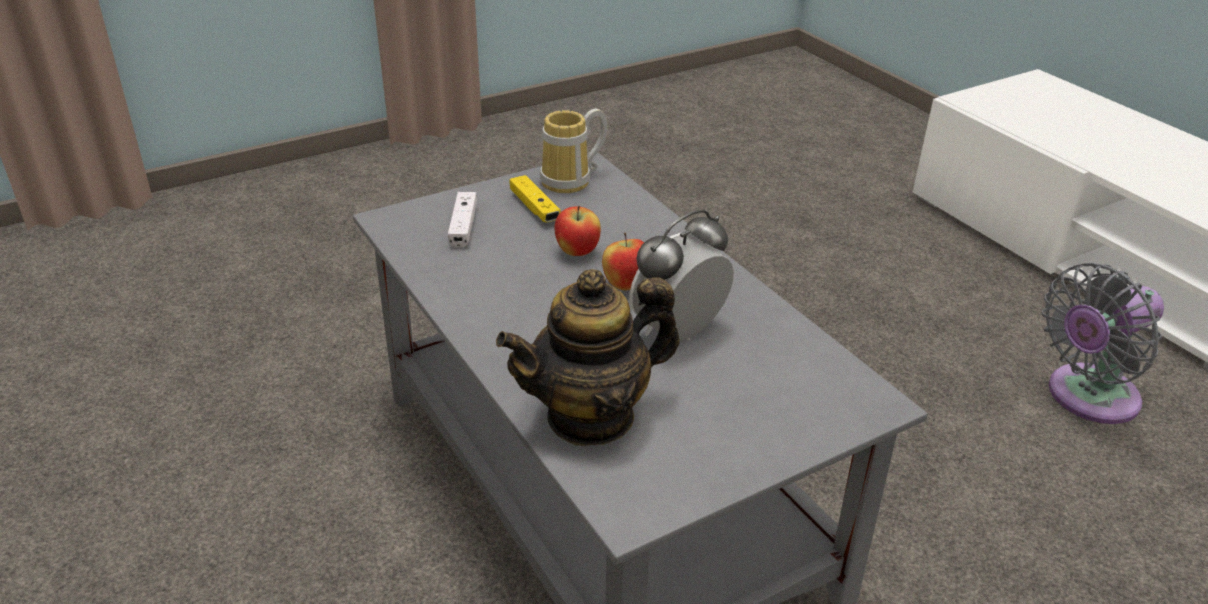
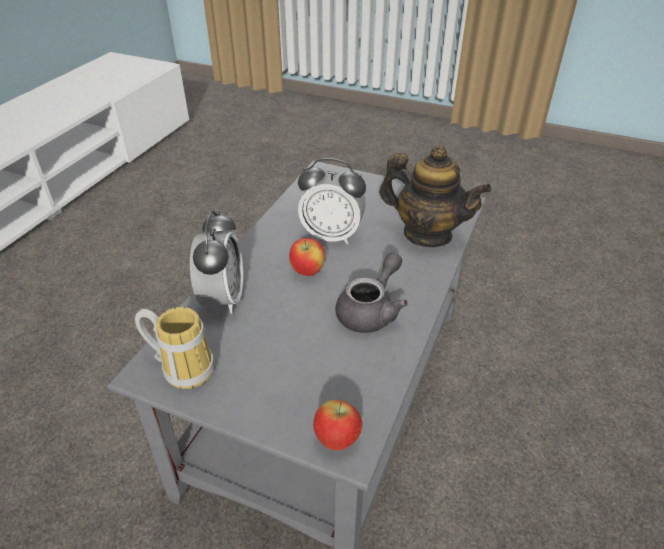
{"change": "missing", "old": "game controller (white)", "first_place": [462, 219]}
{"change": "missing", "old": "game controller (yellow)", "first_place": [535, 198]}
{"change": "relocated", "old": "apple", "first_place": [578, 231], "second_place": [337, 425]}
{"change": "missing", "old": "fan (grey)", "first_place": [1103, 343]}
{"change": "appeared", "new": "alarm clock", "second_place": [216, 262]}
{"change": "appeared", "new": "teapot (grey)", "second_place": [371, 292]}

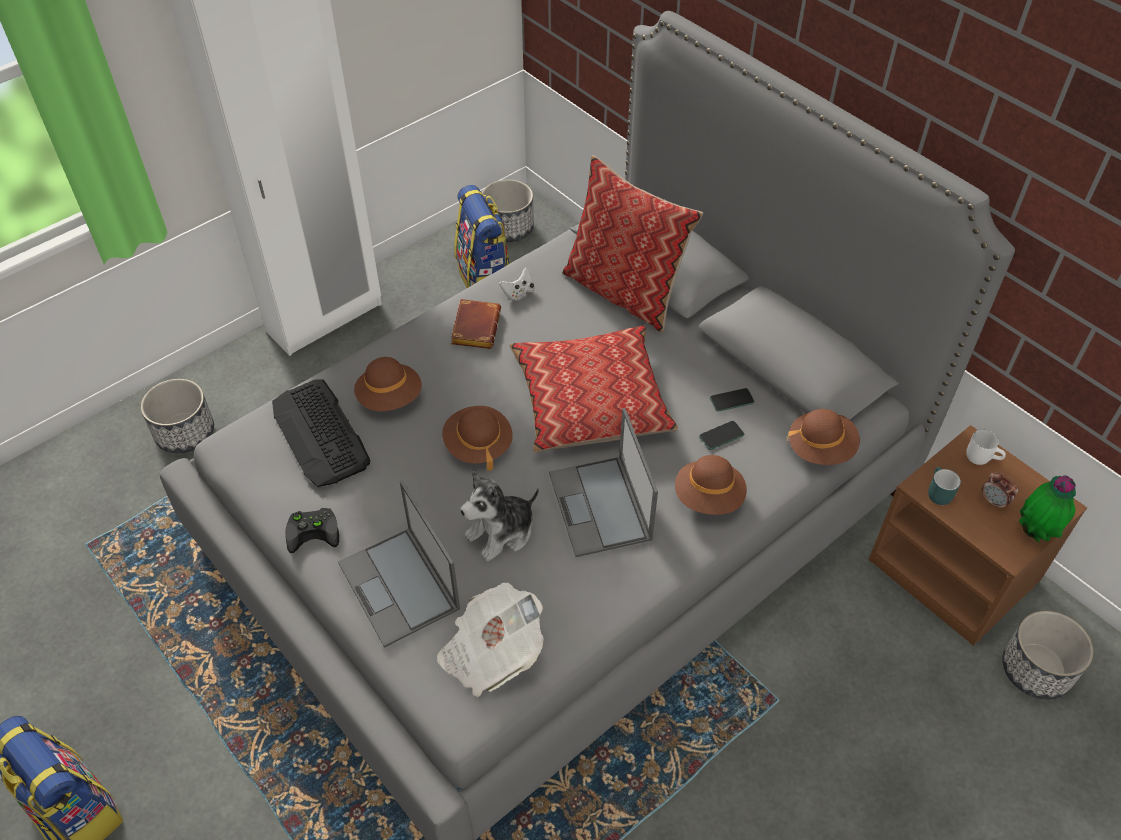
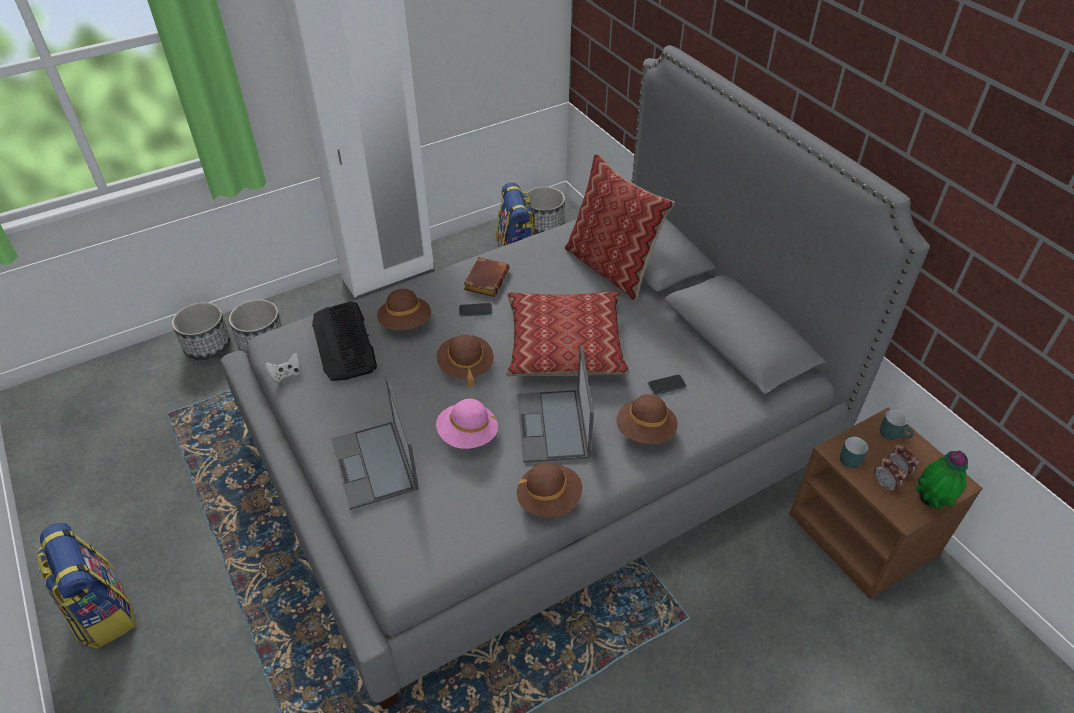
{"change": "missing", "old": "game controller (black)", "first_place": [312, 530]}
{"change": "missing", "old": "newspaper", "first_place": [490, 640]}
{"change": "exchanged", "old": "plush toy", "new": "hat (pink)", "first_place": [499, 516], "second_place": [467, 424]}
{"change": "relocated", "old": "game controller (white)", "first_place": [516, 284], "second_place": [283, 367]}
{"change": "relocated", "old": "phone", "first_place": [732, 400], "second_place": [475, 310]}
{"change": "relocated", "old": "hat (brown)", "first_place": [823, 437], "second_place": [549, 490]}
{"change": "colour", "old": "mug (white)", "new": "mug (turquoise)", "first_place": [986, 447], "second_place": [897, 424]}
{"change": "relocated", "old": "planter", "first_place": [1048, 655], "second_place": [201, 331]}
{"change": "appeared", "new": "alarm clock", "second_place": [890, 475]}

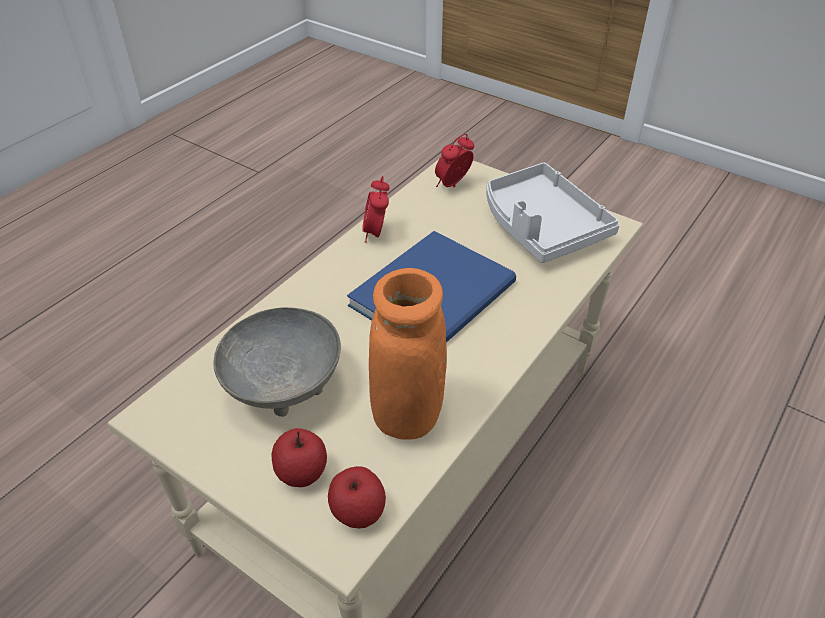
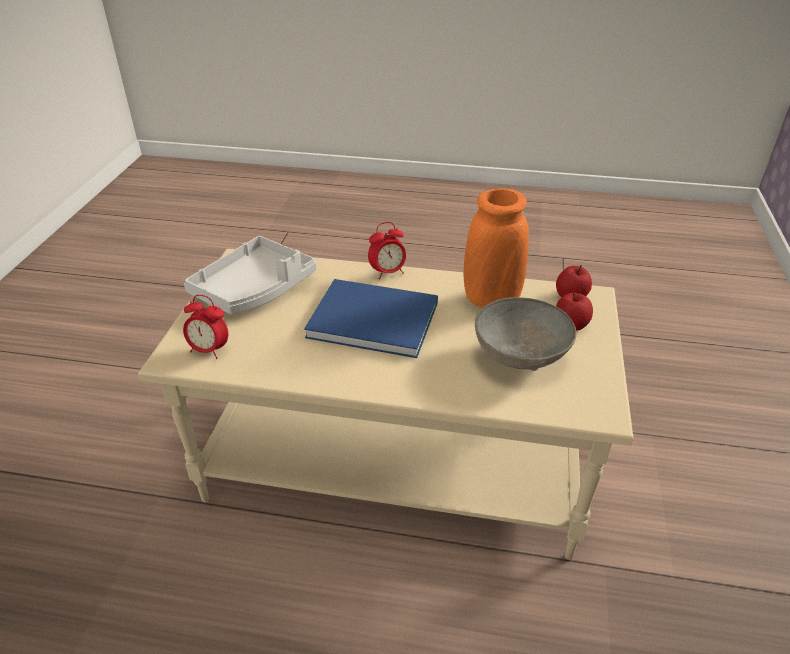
{"change": "relocated", "old": "alarm clock", "first_place": [375, 209], "second_place": [387, 251]}

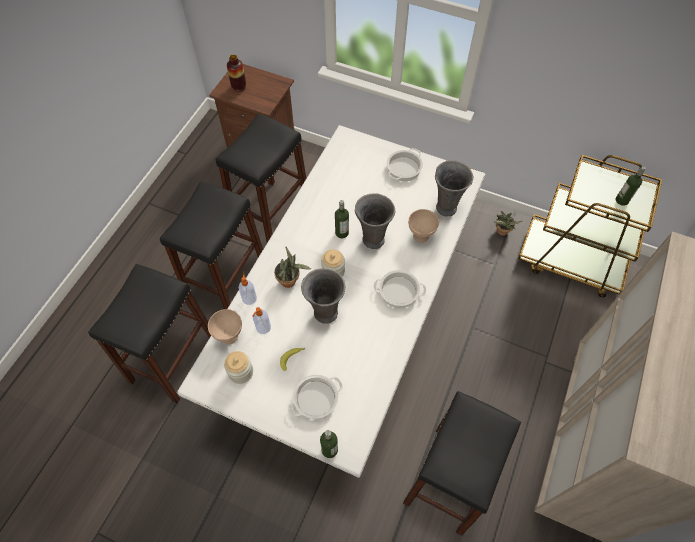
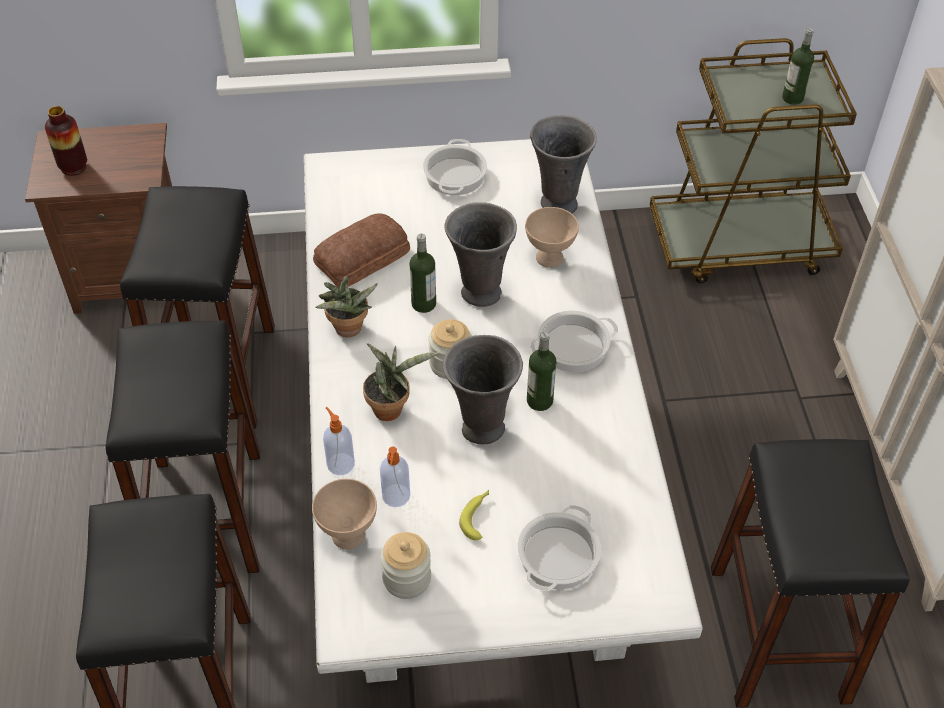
{"change": "relocated", "old": "bottle", "first_place": [329, 444], "second_place": [542, 371]}
{"change": "relocated", "old": "potted plant", "first_place": [507, 223], "second_place": [346, 306]}
{"change": "appeared", "new": "bread", "second_place": [361, 250]}

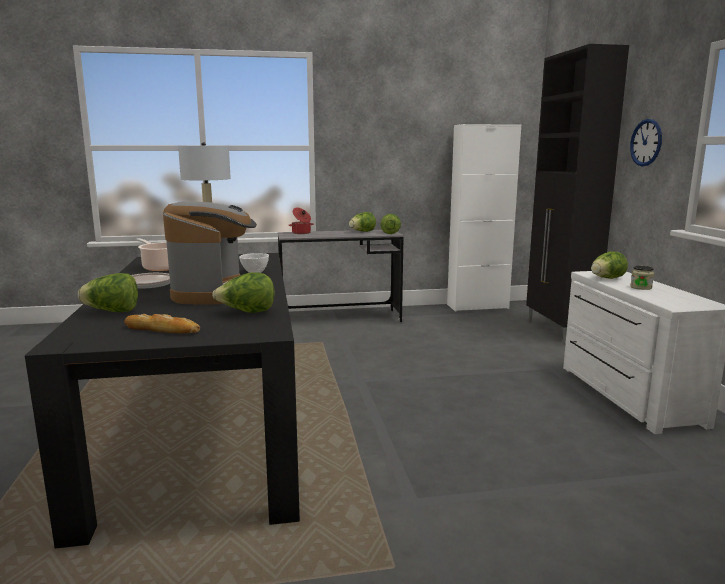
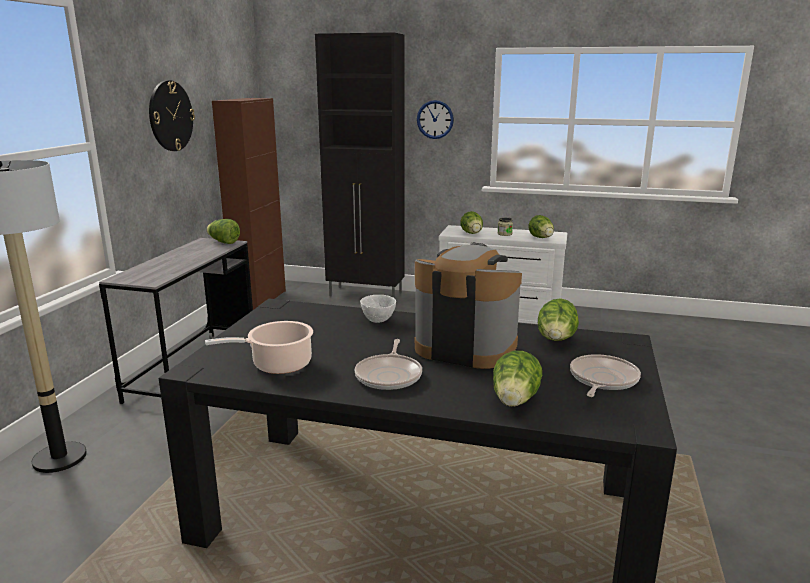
{"change": "exchanged", "old": "bread", "new": "frying pan", "first_place": [162, 324], "second_place": [605, 375]}
{"change": "missing", "old": "cooking pot", "first_place": [301, 221]}
{"change": "relocated", "old": "lettuce", "first_place": [362, 222], "second_place": [541, 226]}
{"change": "colour", "old": "cabinet (white)", "new": "cabinet (brown)", "first_place": [484, 218], "second_place": [249, 204]}
{"change": "appeared", "new": "wall clock", "second_place": [172, 115]}

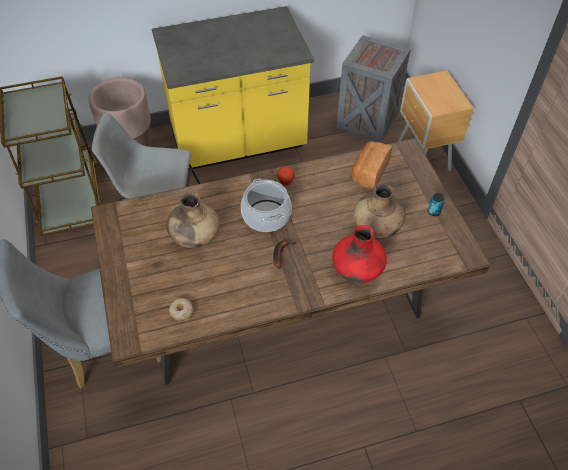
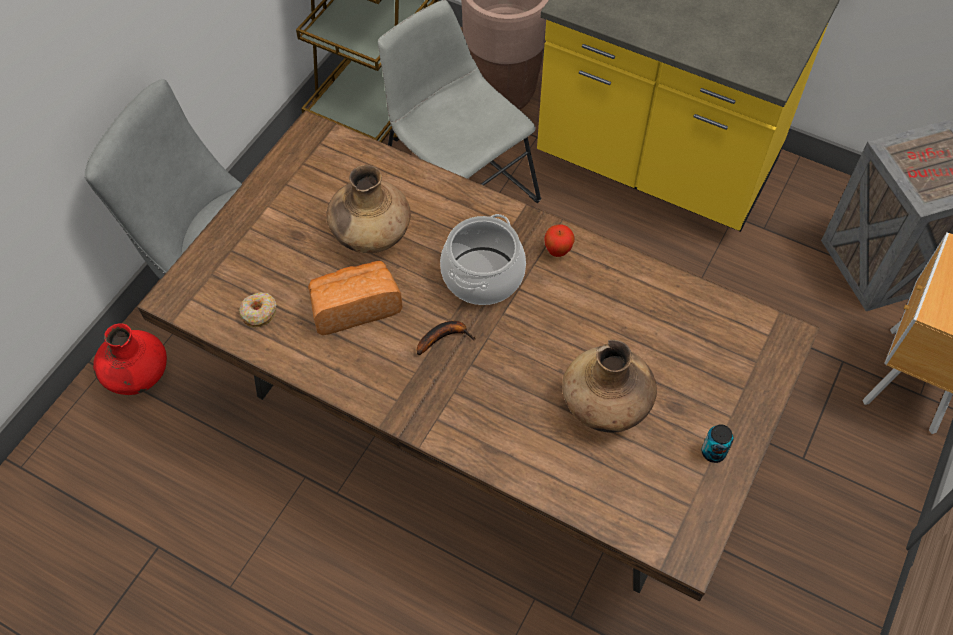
{"change": "relocated", "old": "vase (red)", "first_place": [359, 254], "second_place": [130, 359]}
{"change": "relocated", "old": "bread", "first_place": [371, 165], "second_place": [355, 298]}

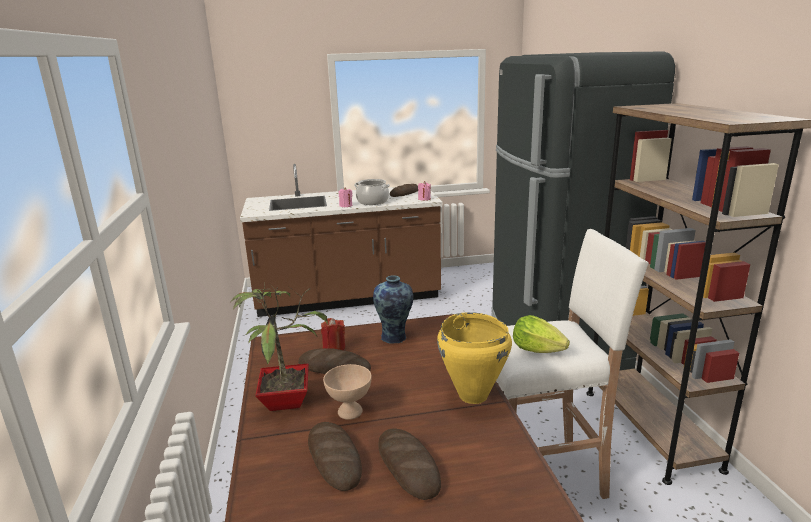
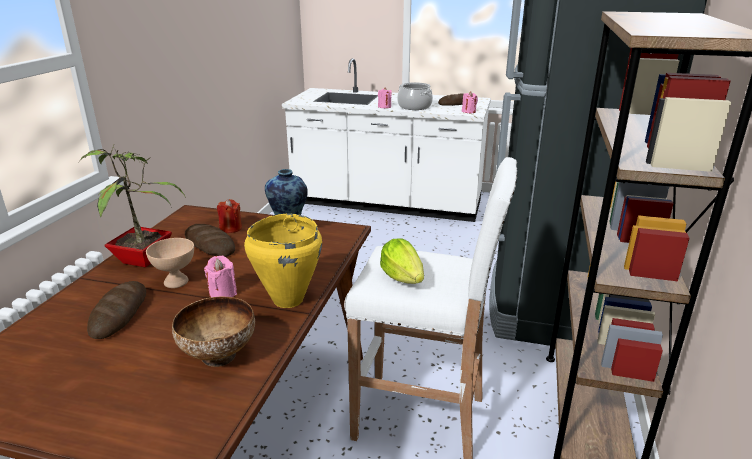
{"change": "colour", "old": "counter (brown)", "new": "counter (white)", "first_place": [341, 240], "second_place": [386, 140]}
{"change": "missing", "old": "bread", "first_place": [410, 464]}
{"change": "appeared", "new": "bowl", "second_place": [213, 331]}
{"change": "appeared", "new": "candle (pink)", "second_place": [220, 277]}

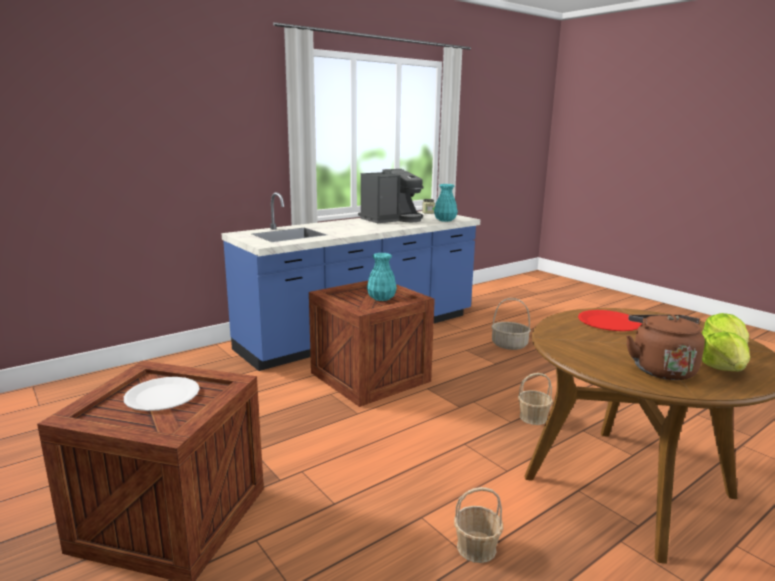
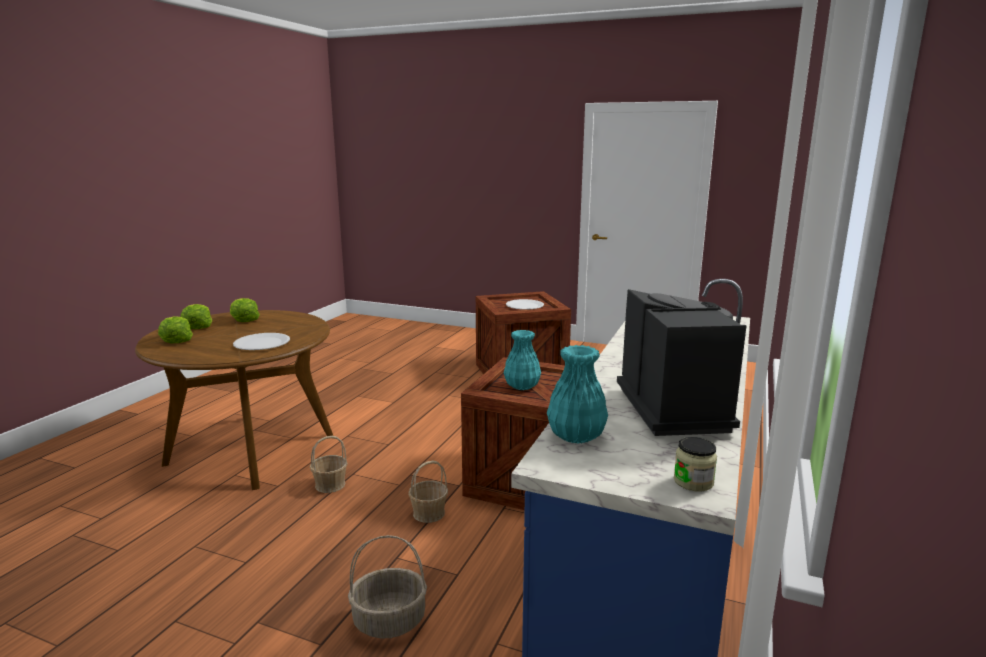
{"change": "spun", "old": "coffee machine", "first_place": [391, 196], "second_place": [682, 362], "degrees": 150}
{"change": "relocated", "old": "basket", "first_place": [479, 525], "second_place": [428, 492]}
{"change": "colour", "old": "plate (red)", "new": "plate (white)", "first_place": [610, 320], "second_place": [261, 341]}
{"change": "exchanged", "old": "kettle (brown)", "new": "lettuce", "first_place": [665, 347], "second_place": [245, 310]}

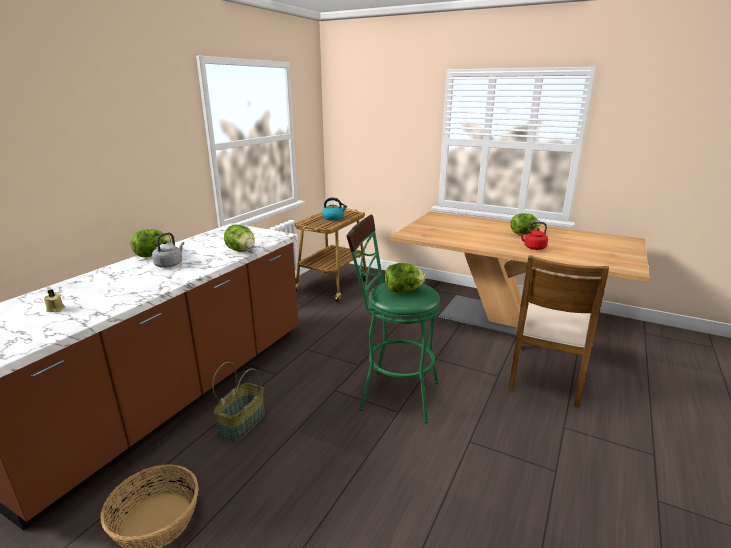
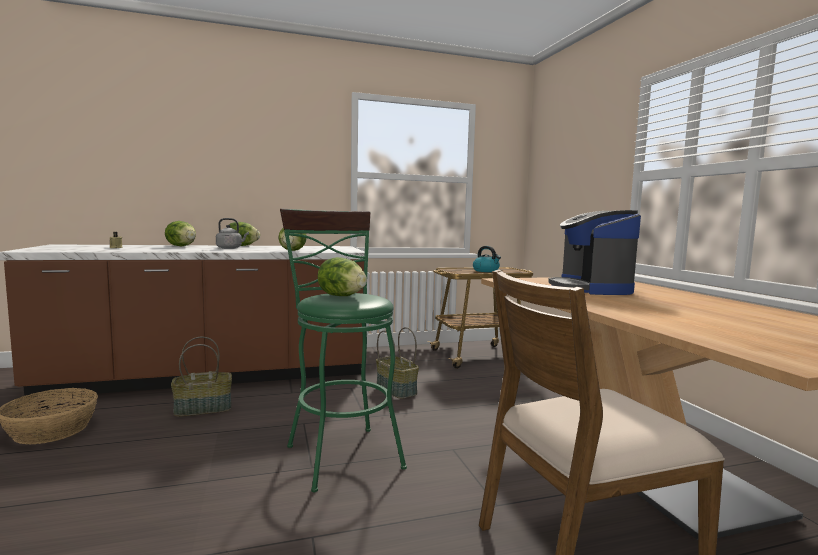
{"change": "relocated", "old": "lettuce", "first_place": [526, 224], "second_place": [180, 233]}
{"change": "missing", "old": "kettle (red)", "first_place": [533, 236]}
{"change": "appeared", "new": "basket", "second_place": [397, 363]}
{"change": "appeared", "new": "coffee machine", "second_place": [594, 252]}

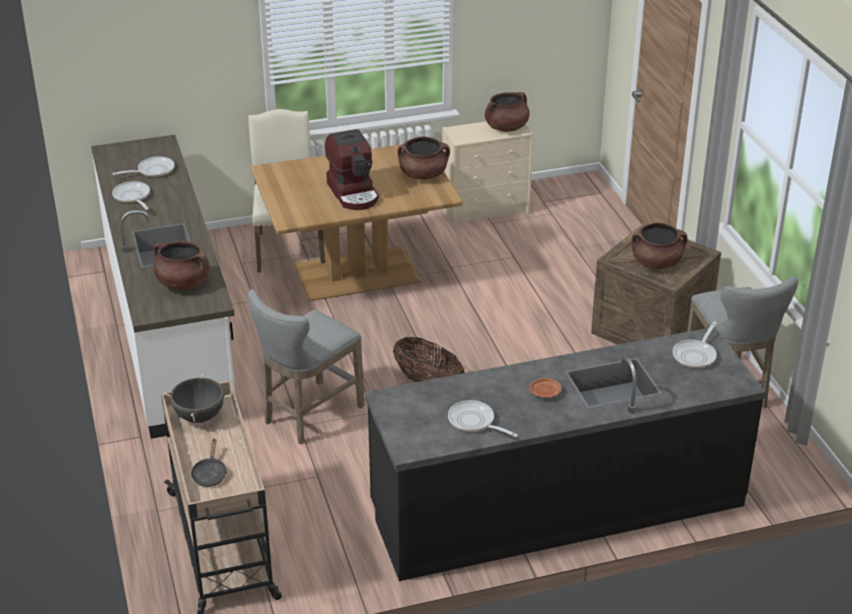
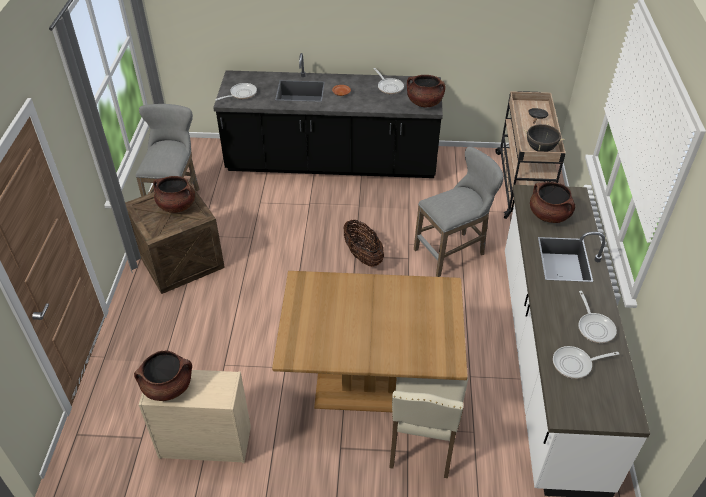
{"change": "missing", "old": "coffee machine", "first_place": [352, 169]}
{"change": "relocated", "old": "cooking pot (brown)", "first_place": [423, 158], "second_place": [426, 91]}

